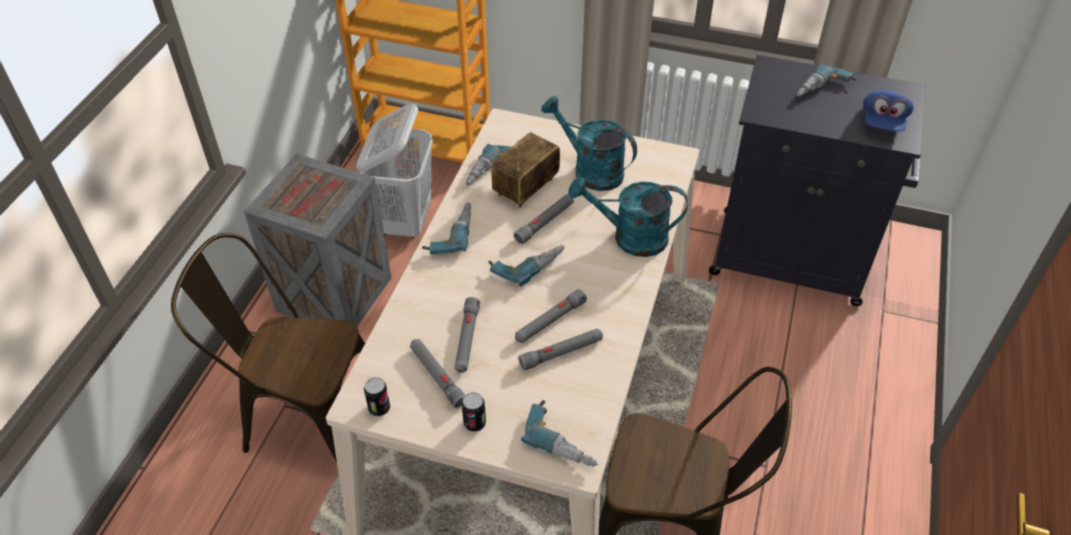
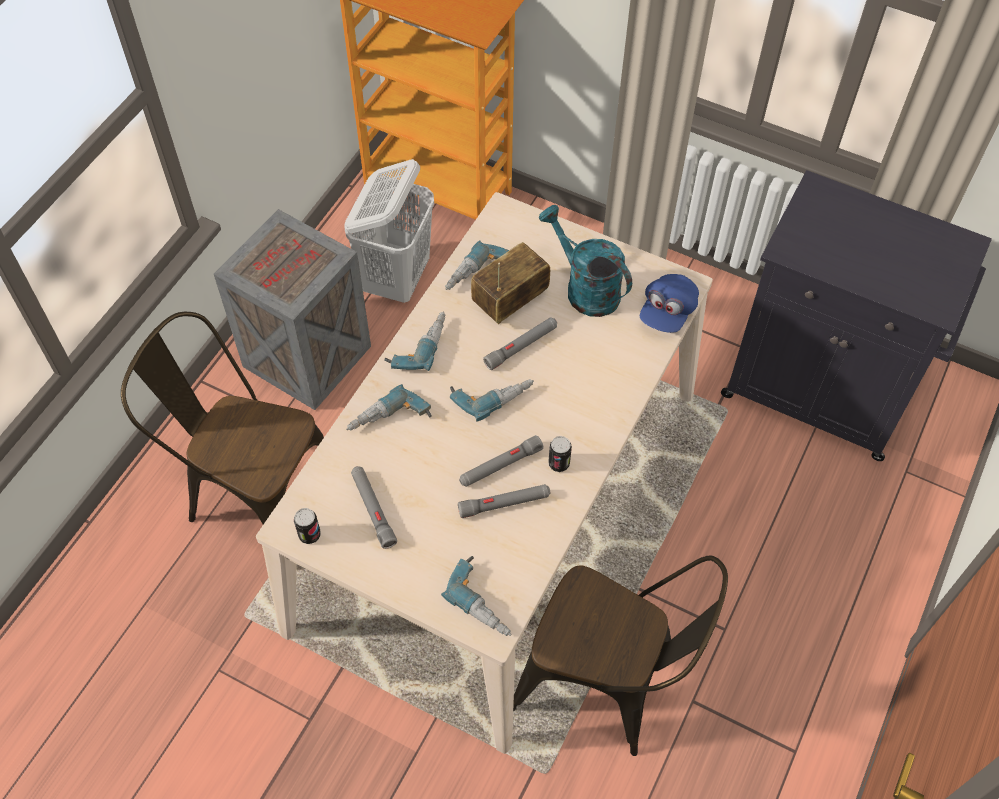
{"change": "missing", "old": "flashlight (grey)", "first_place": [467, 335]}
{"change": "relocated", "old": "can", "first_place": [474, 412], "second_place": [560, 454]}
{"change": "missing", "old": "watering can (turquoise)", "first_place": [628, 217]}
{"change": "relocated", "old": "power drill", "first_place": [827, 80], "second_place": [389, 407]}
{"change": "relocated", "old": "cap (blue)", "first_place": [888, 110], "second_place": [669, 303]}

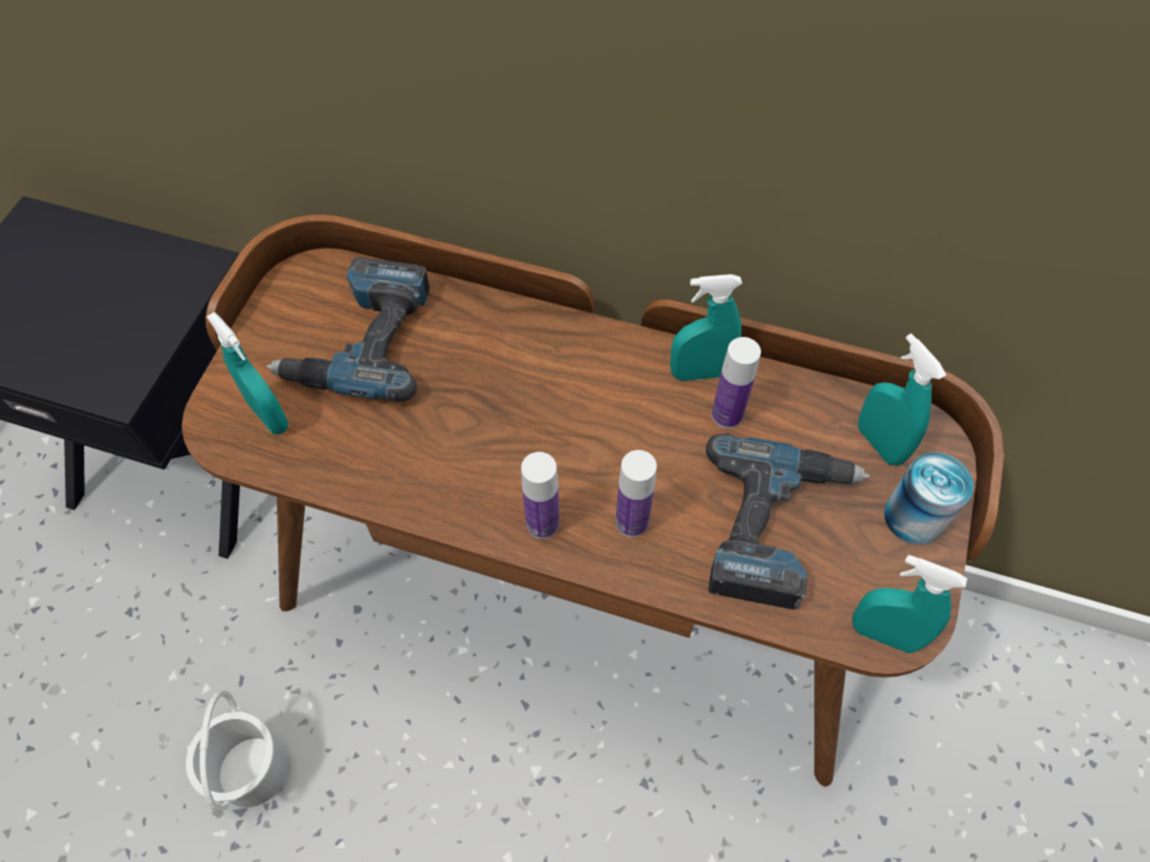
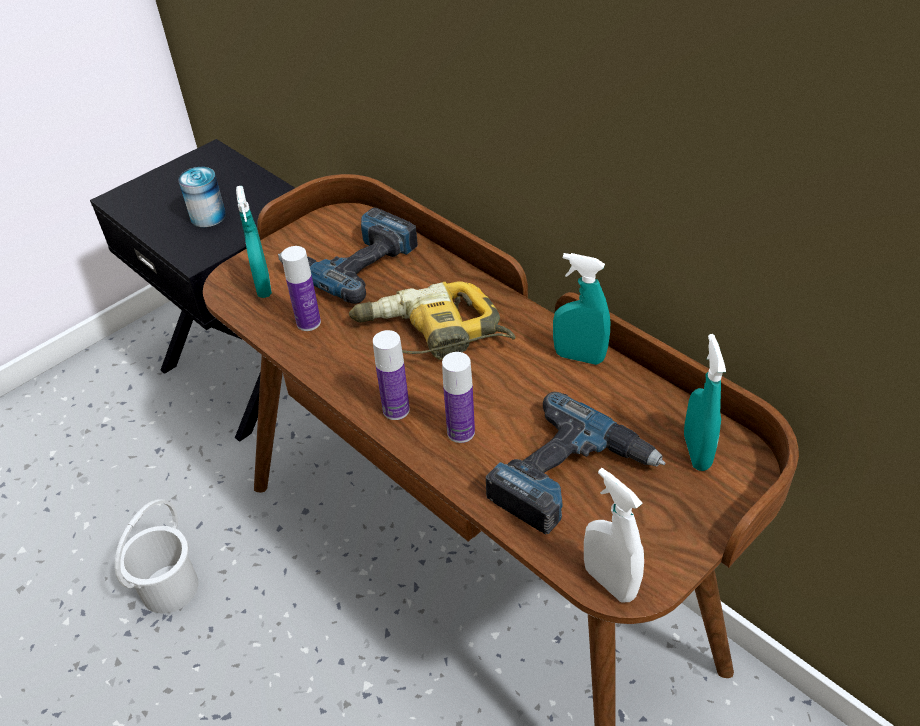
{"change": "relocated", "old": "bottle", "first_place": [736, 383], "second_place": [301, 288]}
{"change": "colour", "old": "spray bottle (turquoise)", "new": "spray bottle (white)", "first_place": [909, 604], "second_place": [614, 535]}
{"change": "relocated", "old": "can", "first_place": [928, 498], "second_place": [202, 197]}
{"change": "appeared", "new": "power drill", "second_place": [432, 320]}

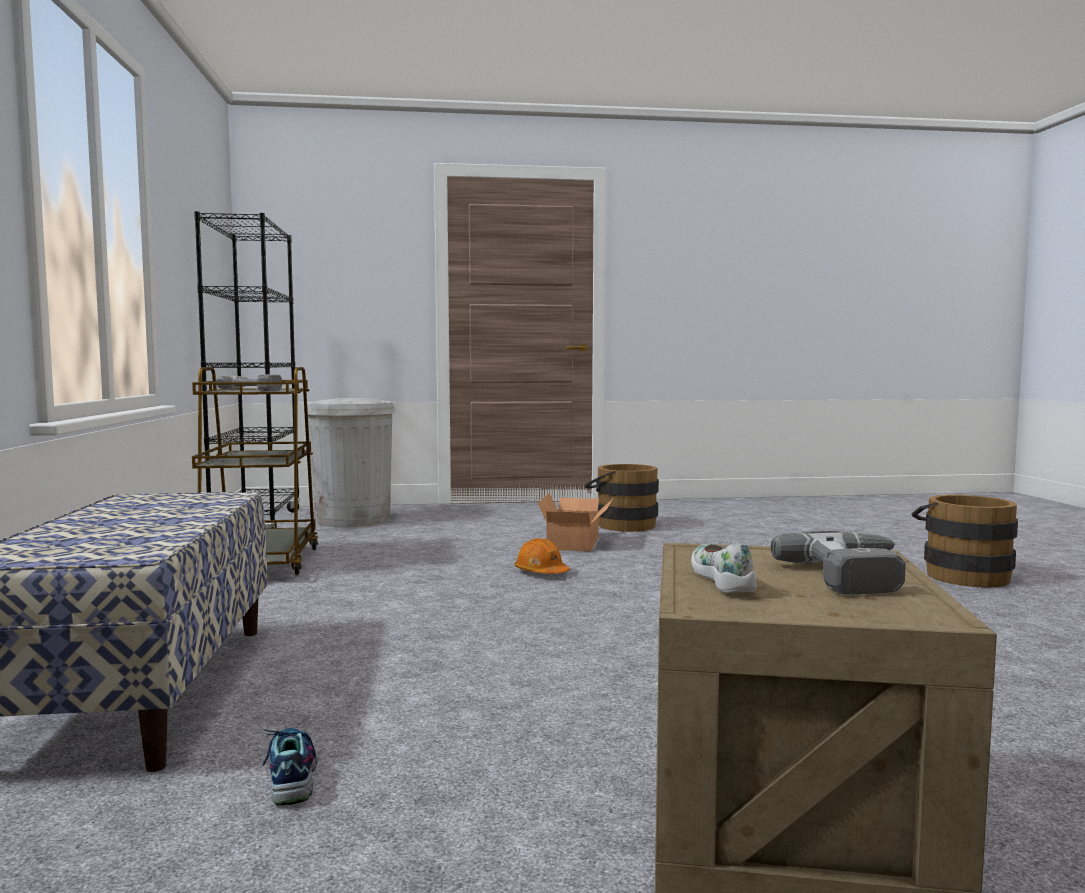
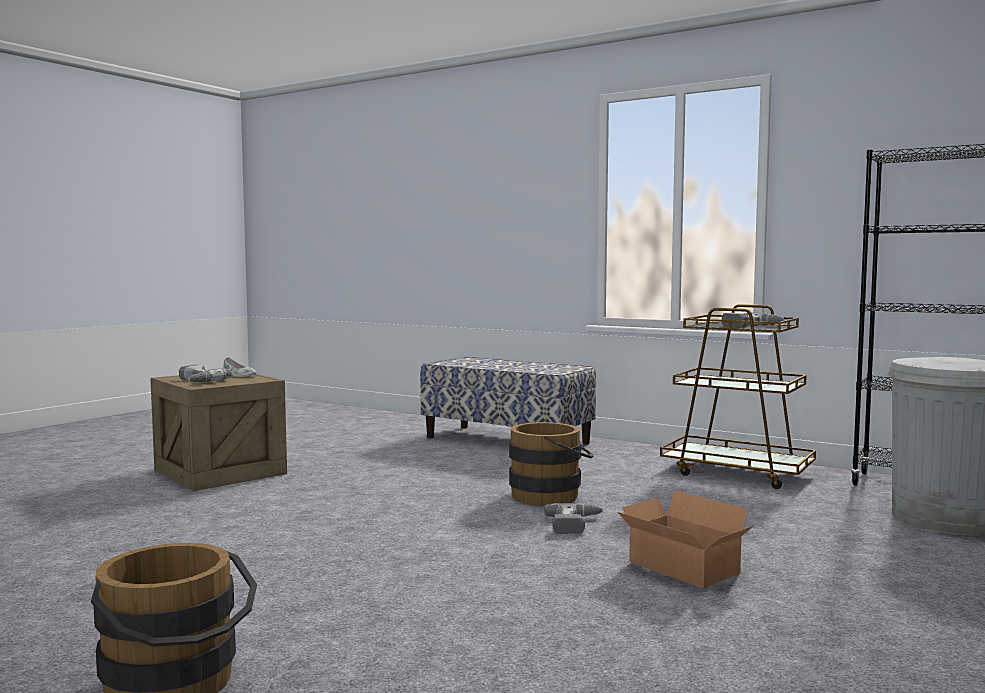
{"change": "missing", "old": "shoe", "first_place": [289, 767]}
{"change": "exchanged", "old": "hard hat (orange)", "new": "power drill", "first_place": [542, 556], "second_place": [573, 518]}
{"change": "relocated", "old": "bucket (brown)", "first_place": [622, 498], "second_place": [551, 464]}

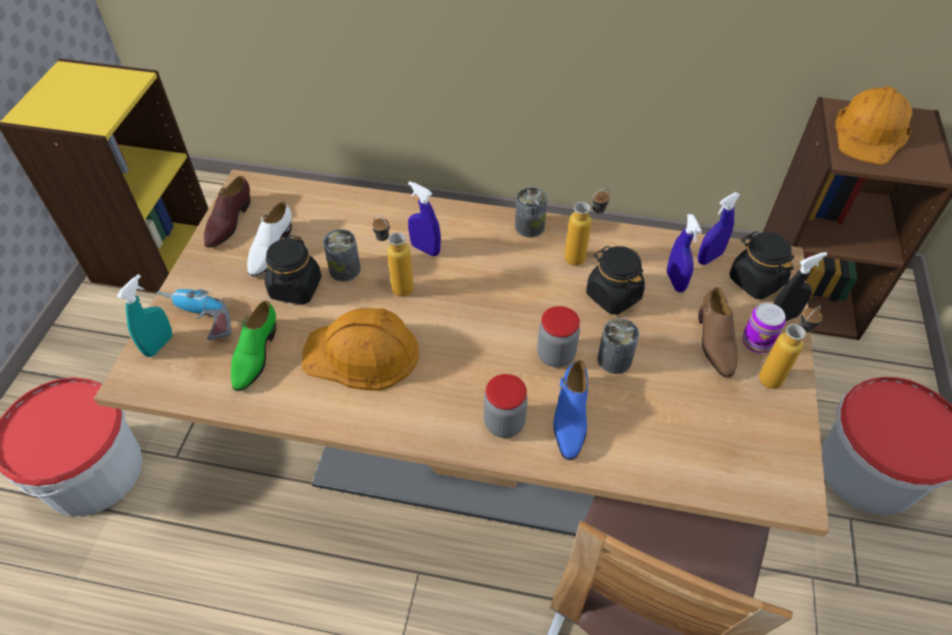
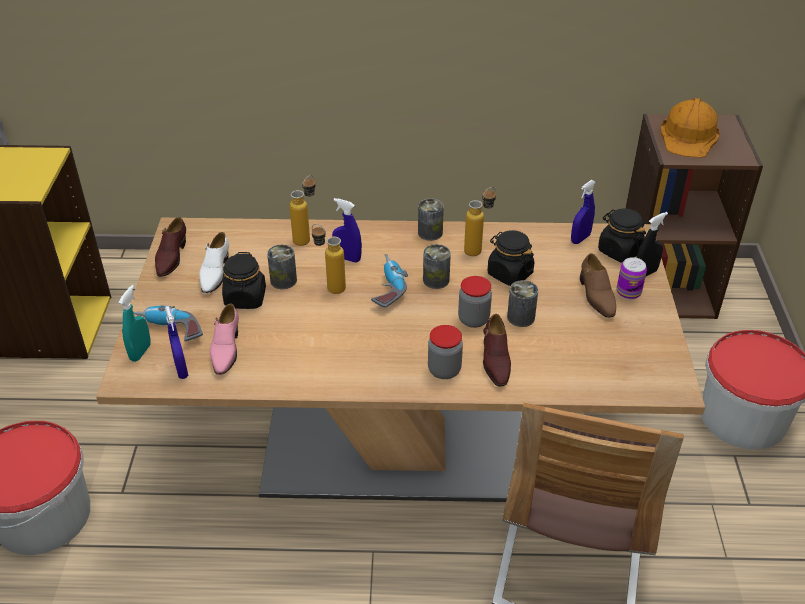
{"change": "colour", "old": "shoe (green)", "new": "shoe (pink)", "first_place": [253, 346], "second_place": [224, 339]}
{"change": "missing", "old": "hard hat (orange)", "first_place": [360, 349]}
{"change": "colour", "old": "shoe (blue)", "new": "shoe (brown)", "first_place": [570, 410], "second_place": [497, 350]}
{"change": "relocated", "old": "spray bottle (blue)", "first_place": [684, 253], "second_place": [176, 342]}
{"change": "relocated", "old": "bottle", "first_place": [791, 347], "second_place": [302, 210]}
{"change": "appeared", "new": "power drill", "second_place": [389, 280]}
{"change": "appeared", "new": "can", "second_place": [437, 266]}

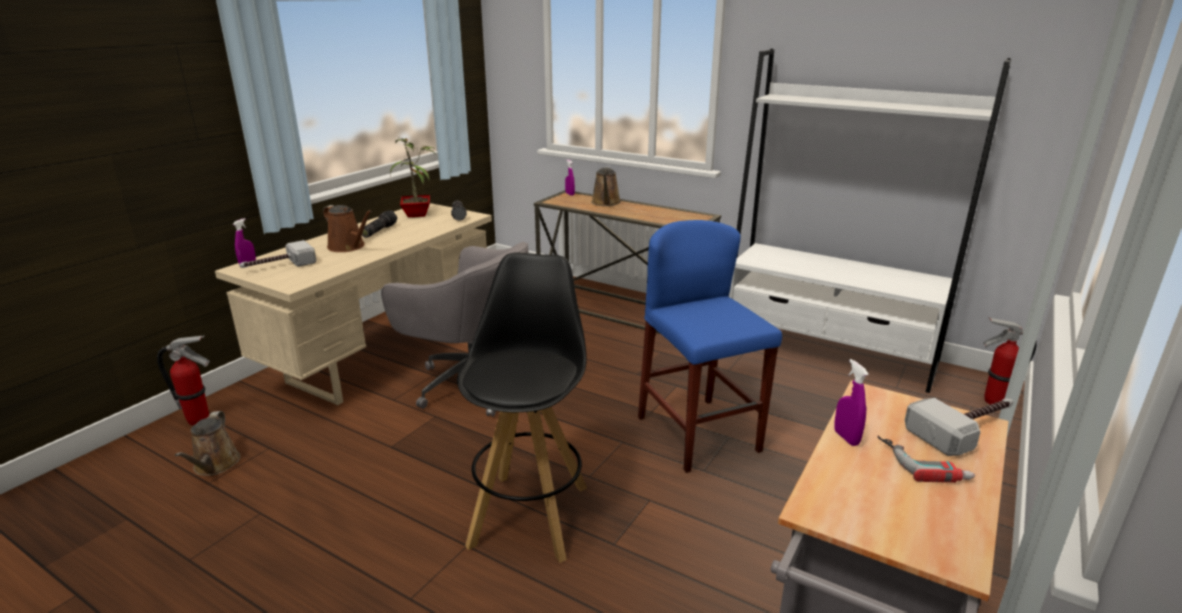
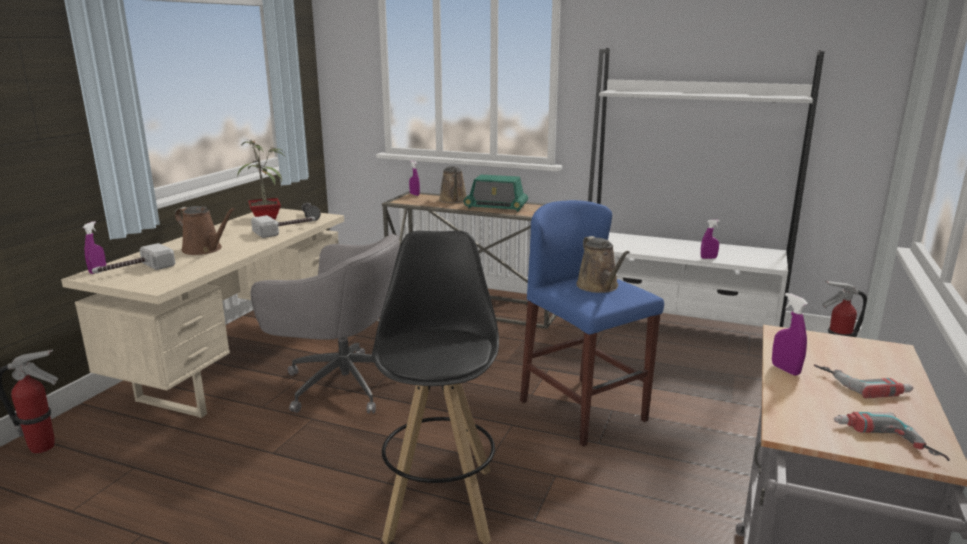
{"change": "relocated", "old": "watering can (brown)", "first_place": [208, 443], "second_place": [603, 264]}
{"change": "missing", "old": "flashlight", "first_place": [379, 224]}
{"change": "relocated", "old": "hammer", "first_place": [959, 427], "second_place": [283, 226]}
{"change": "appeared", "new": "radio", "second_place": [496, 193]}
{"change": "appeared", "new": "spray bottle (purple)", "second_place": [710, 239]}
{"change": "appeared", "new": "power drill", "second_place": [892, 436]}

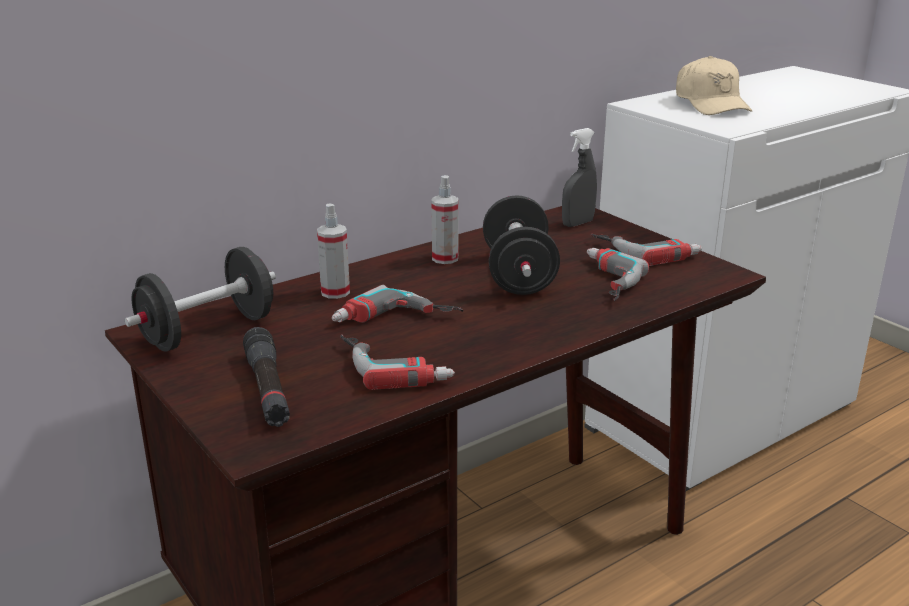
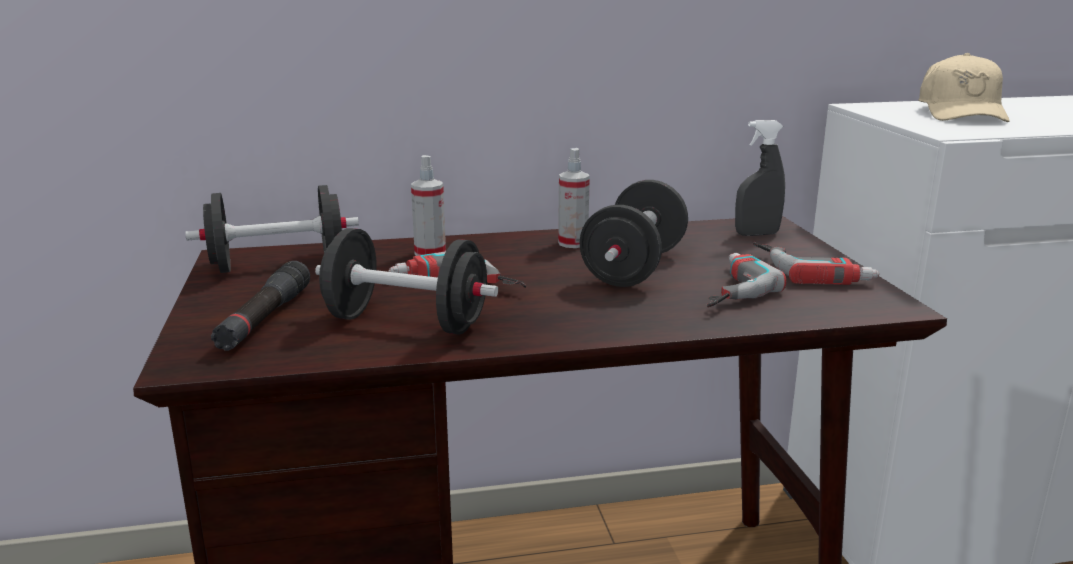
{"change": "exchanged", "old": "power drill", "new": "dumbbell (black)", "first_place": [397, 362], "second_place": [406, 281]}

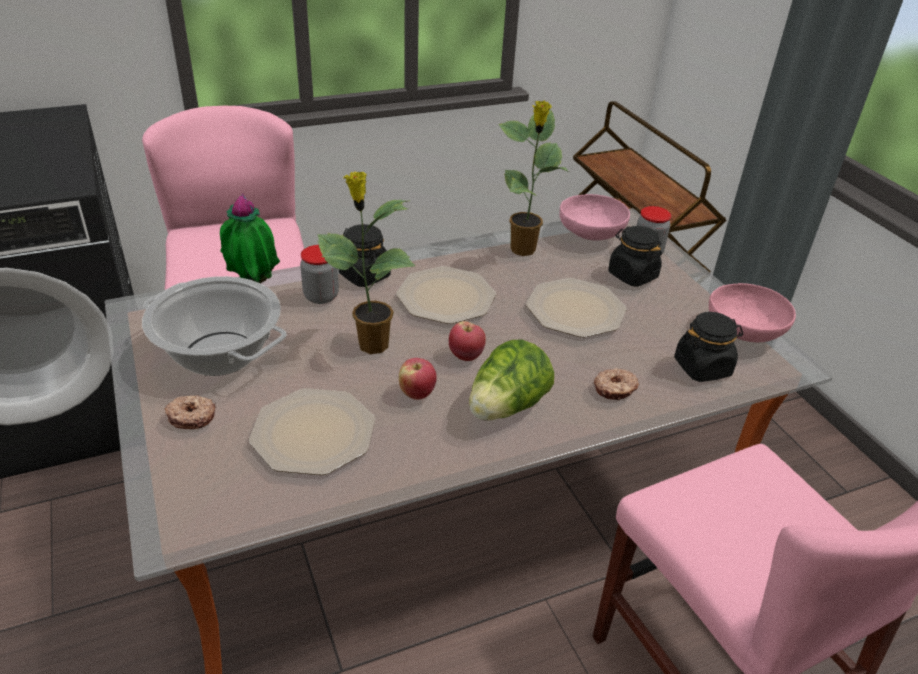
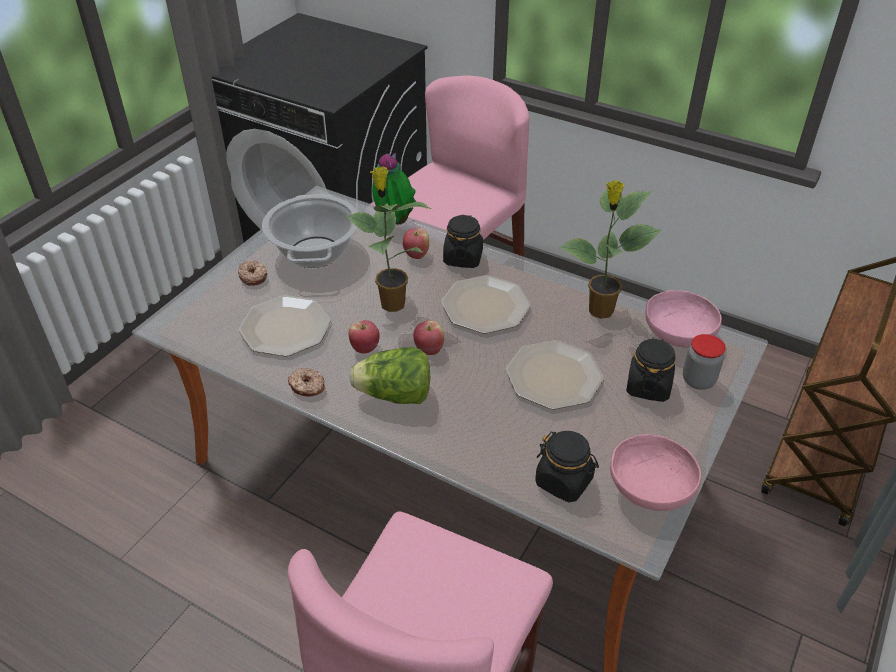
{"change": "exchanged", "old": "jar", "new": "apple", "first_place": [319, 274], "second_place": [416, 243]}
{"change": "relocated", "old": "donut", "first_place": [616, 384], "second_place": [306, 382]}

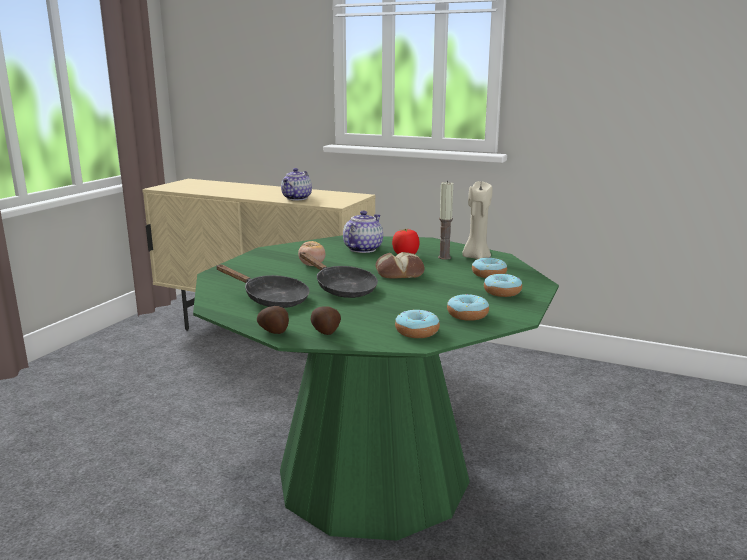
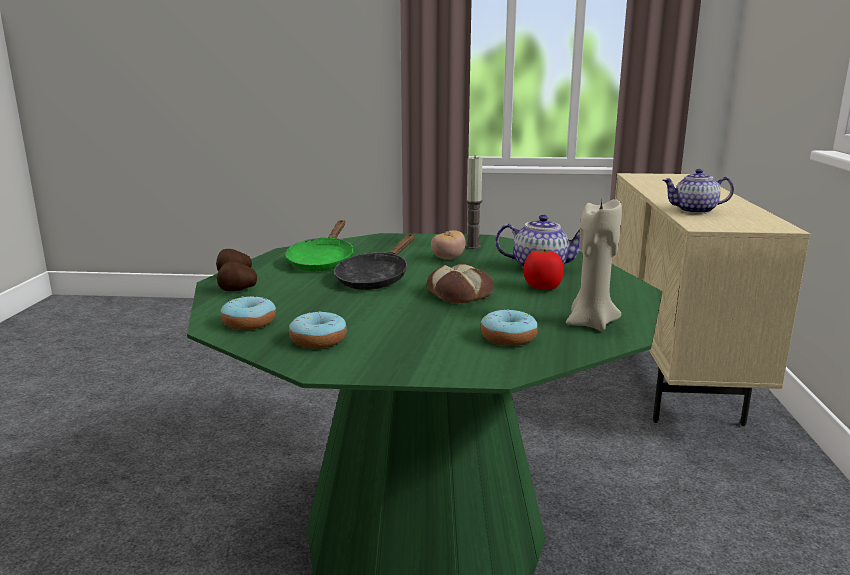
{"change": "colour", "old": "frying pan (black)", "new": "frying pan (green)", "first_place": [263, 286], "second_place": [319, 246]}
{"change": "relocated", "old": "candle", "first_place": [445, 220], "second_place": [473, 202]}
{"change": "missing", "old": "donut", "first_place": [503, 285]}

